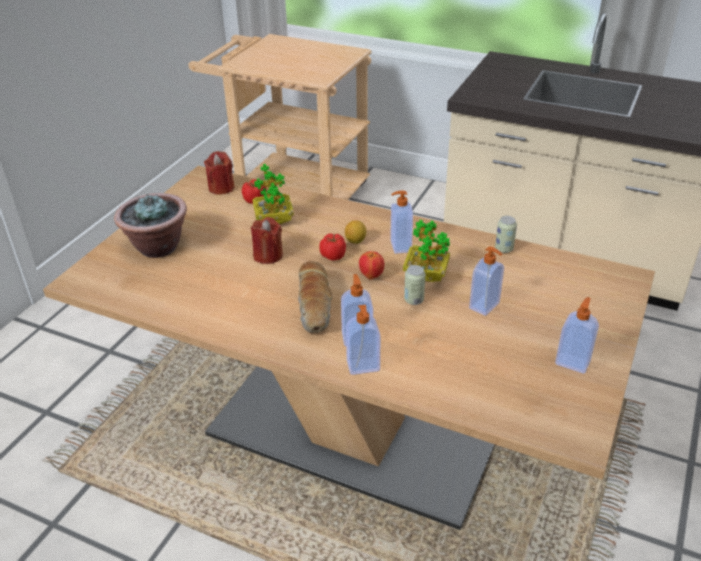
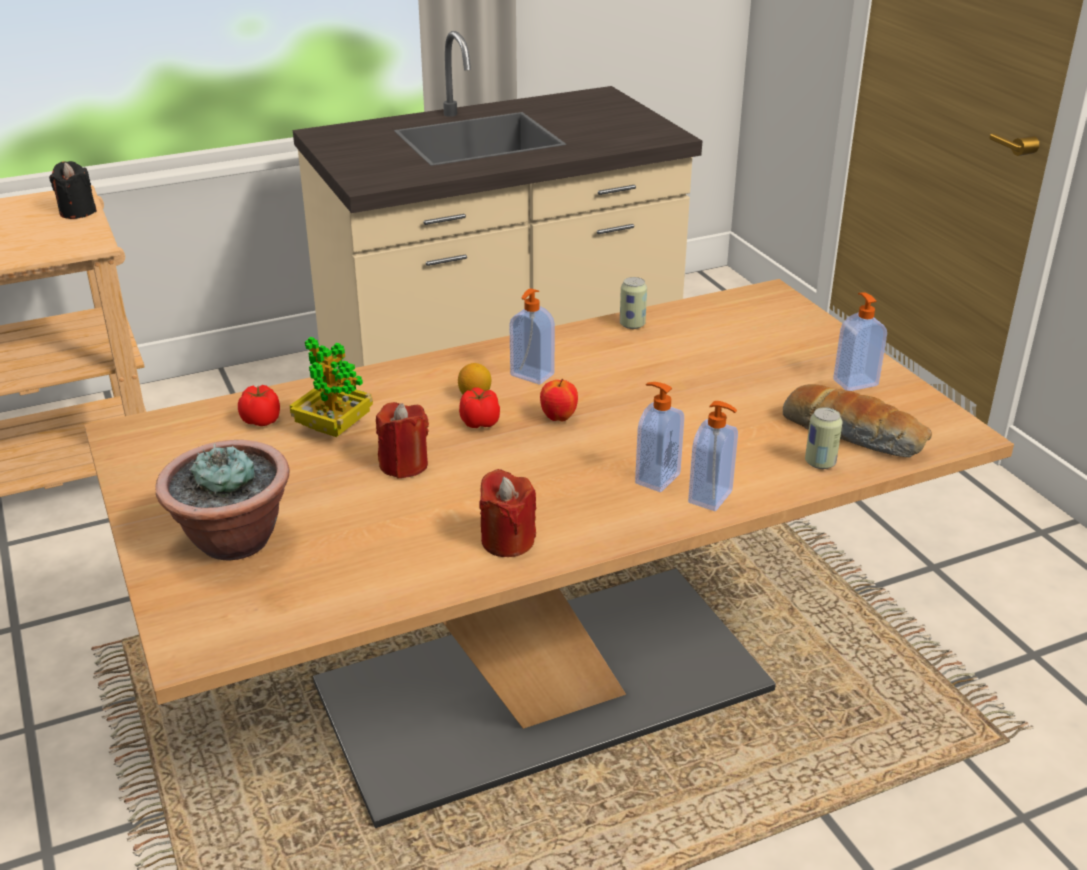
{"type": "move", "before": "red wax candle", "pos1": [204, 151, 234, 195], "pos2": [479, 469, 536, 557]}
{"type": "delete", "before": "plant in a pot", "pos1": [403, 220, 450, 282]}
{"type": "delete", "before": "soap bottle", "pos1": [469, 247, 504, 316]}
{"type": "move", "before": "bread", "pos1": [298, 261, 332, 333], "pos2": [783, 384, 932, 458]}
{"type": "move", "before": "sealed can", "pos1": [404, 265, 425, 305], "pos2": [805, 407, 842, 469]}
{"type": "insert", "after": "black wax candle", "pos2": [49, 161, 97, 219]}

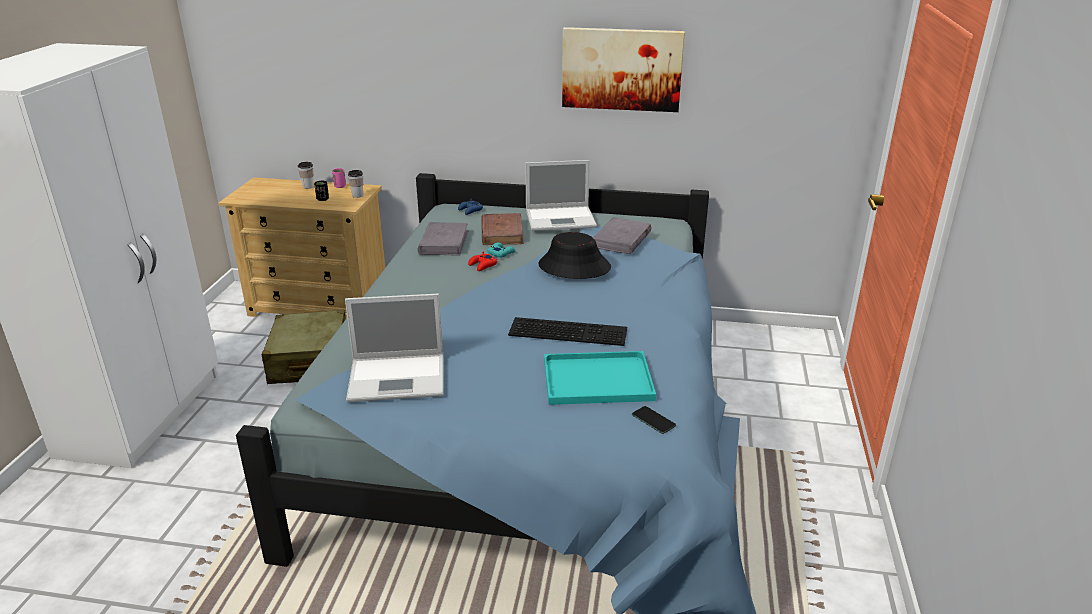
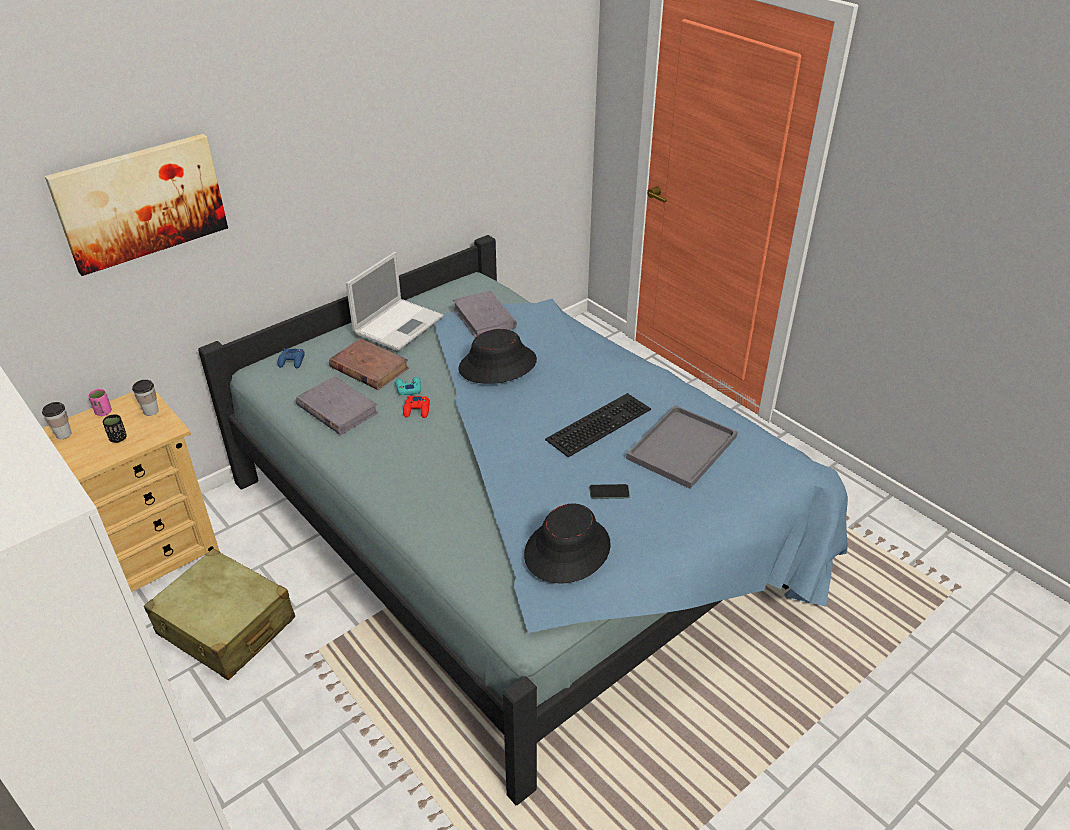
{"type": "move", "before": "wall picture", "pos1": [562, 27, 685, 112], "pos2": [45, 134, 228, 276]}
{"type": "replace", "before": "portable computer", "after": "black hat", "pos1": [345, 294, 444, 402], "pos2": [524, 503, 611, 583]}
{"type": "recolor", "before": "turquoise serving tray", "after": "grey serving tray", "pos1": [544, 351, 656, 405], "pos2": [626, 405, 737, 489]}
{"type": "move", "before": "telephone", "pos1": [632, 406, 676, 434], "pos2": [589, 484, 630, 499]}

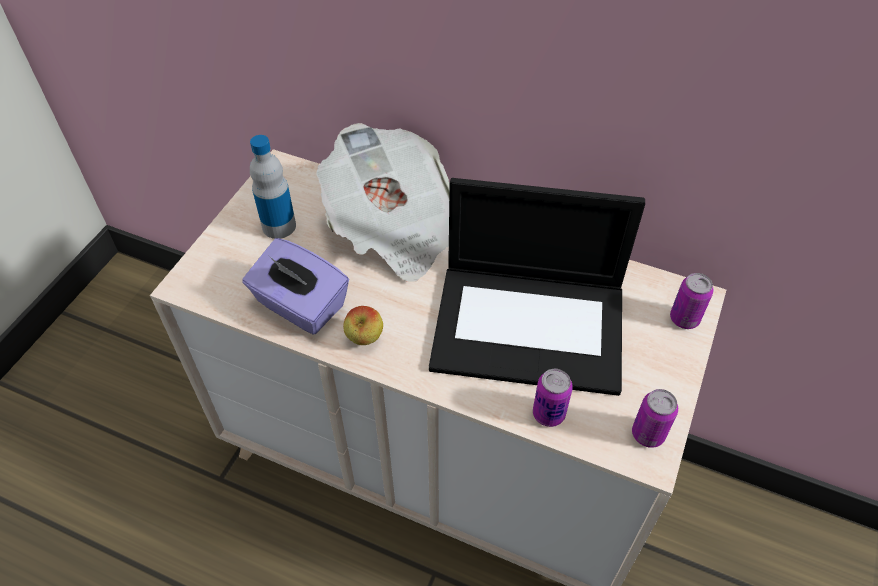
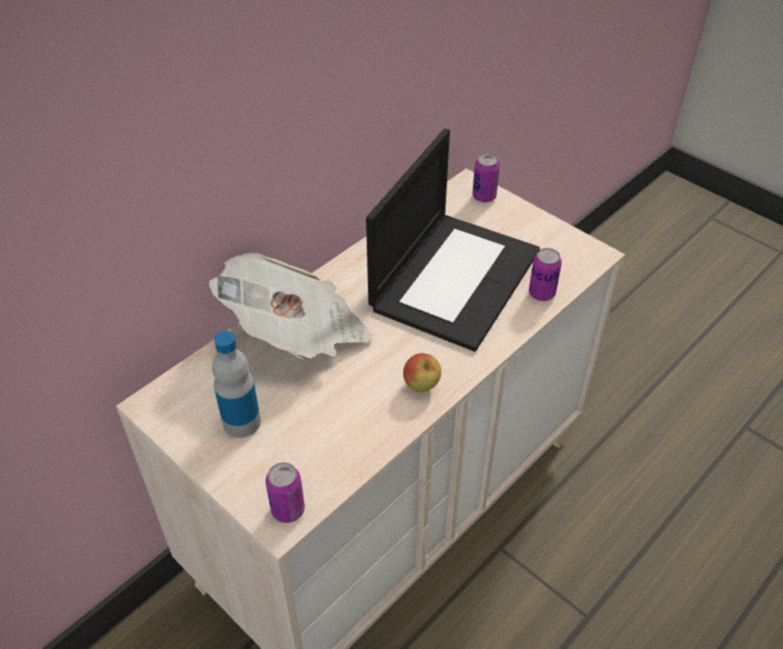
{"type": "delete", "before": "purple-coloured tissue holder", "pos1": [243, 238, 349, 335]}
{"type": "move", "before": "sealed can", "pos1": [632, 389, 678, 448], "pos2": [266, 462, 305, 523]}

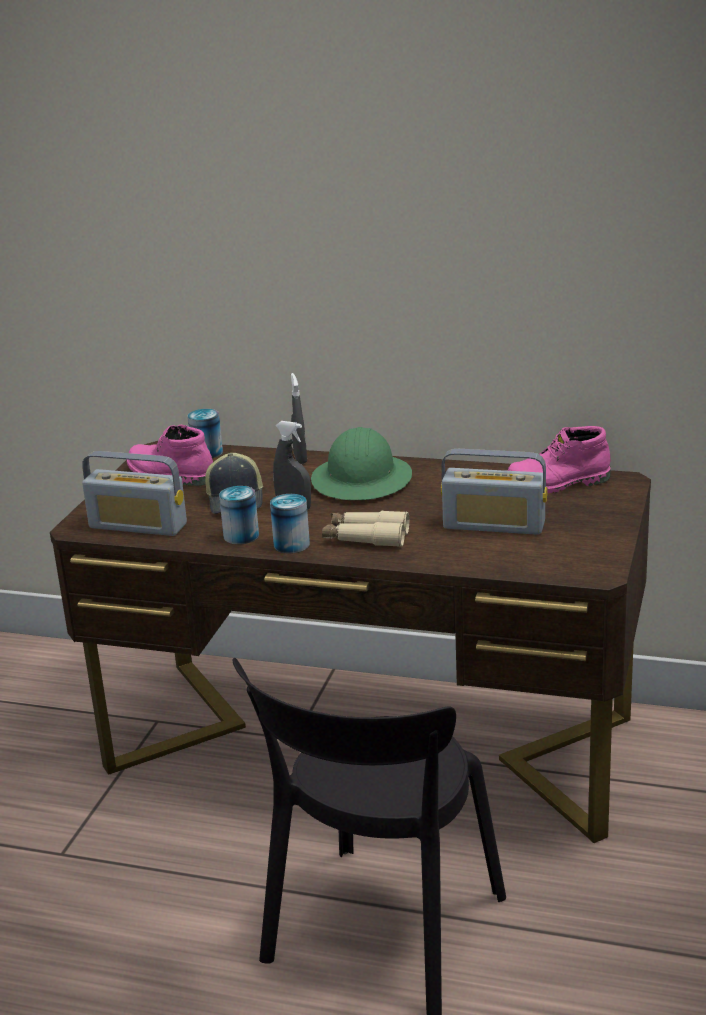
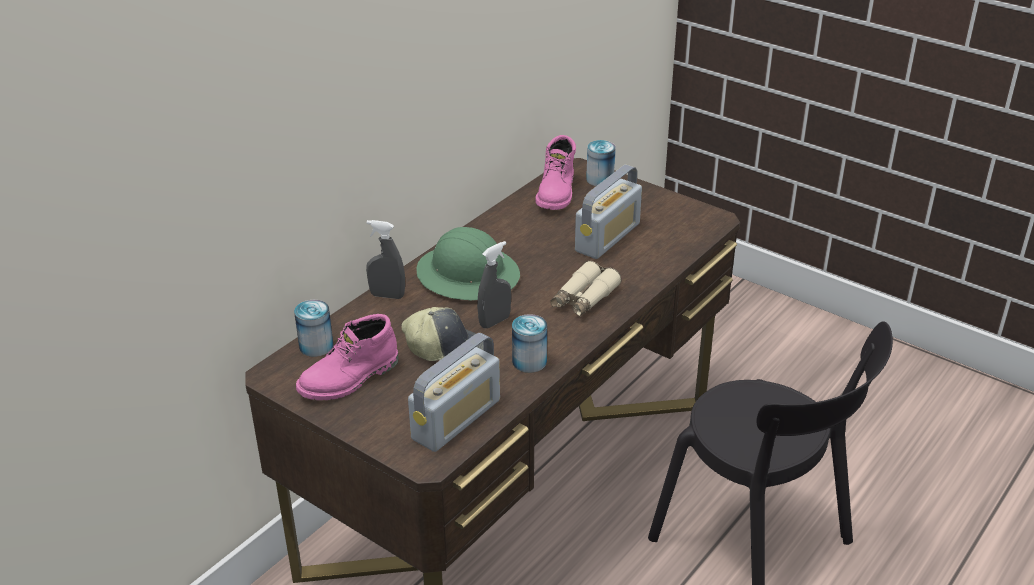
{"type": "move", "before": "sealed can", "pos1": [270, 494, 310, 553], "pos2": [586, 140, 616, 186]}

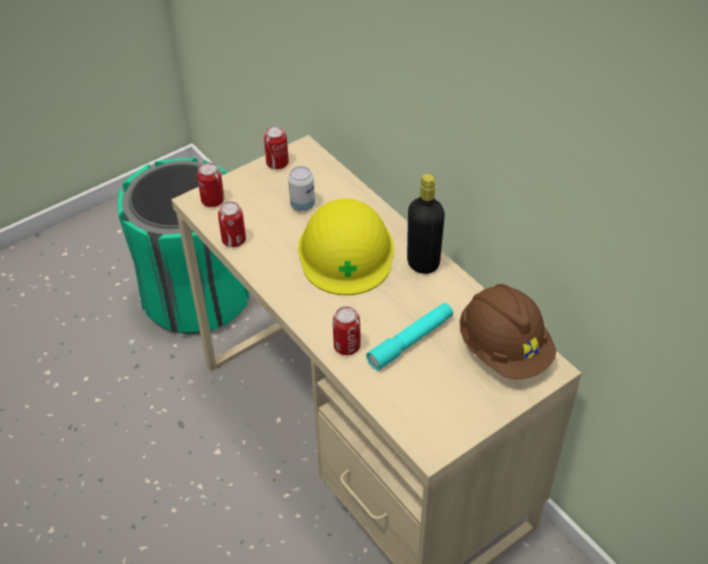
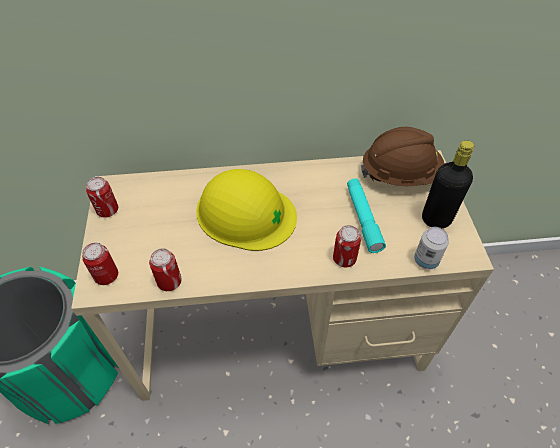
{"type": "move", "before": "sealed can", "pos1": [288, 166, 315, 211], "pos2": [414, 227, 449, 270]}
{"type": "move", "before": "black drink bottle", "pos1": [407, 174, 445, 274], "pos2": [422, 140, 474, 228]}

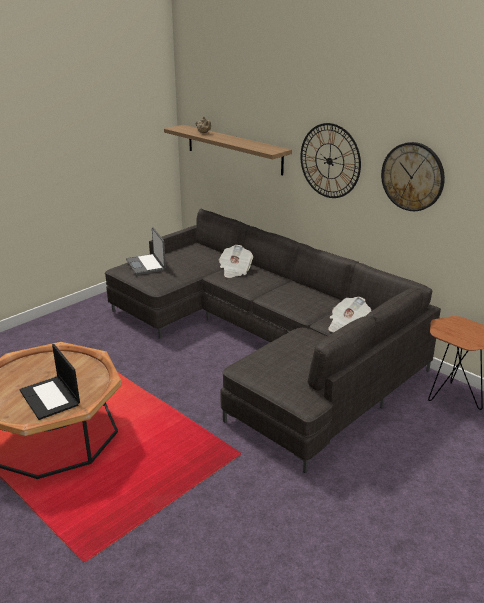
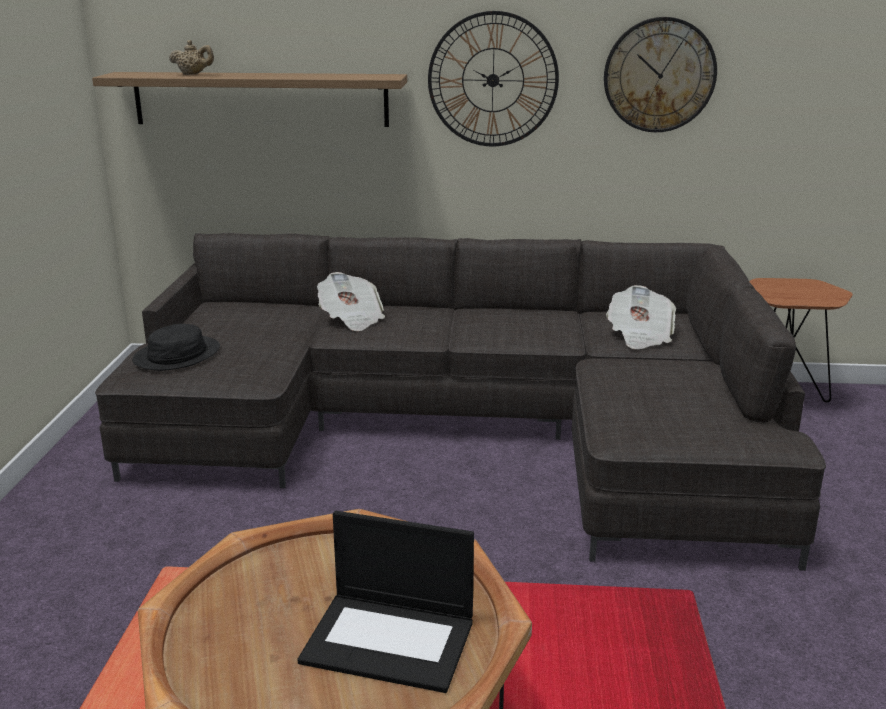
{"type": "replace", "before": "portable computer", "after": "black hat", "pos1": [126, 227, 166, 275], "pos2": [132, 324, 220, 371]}

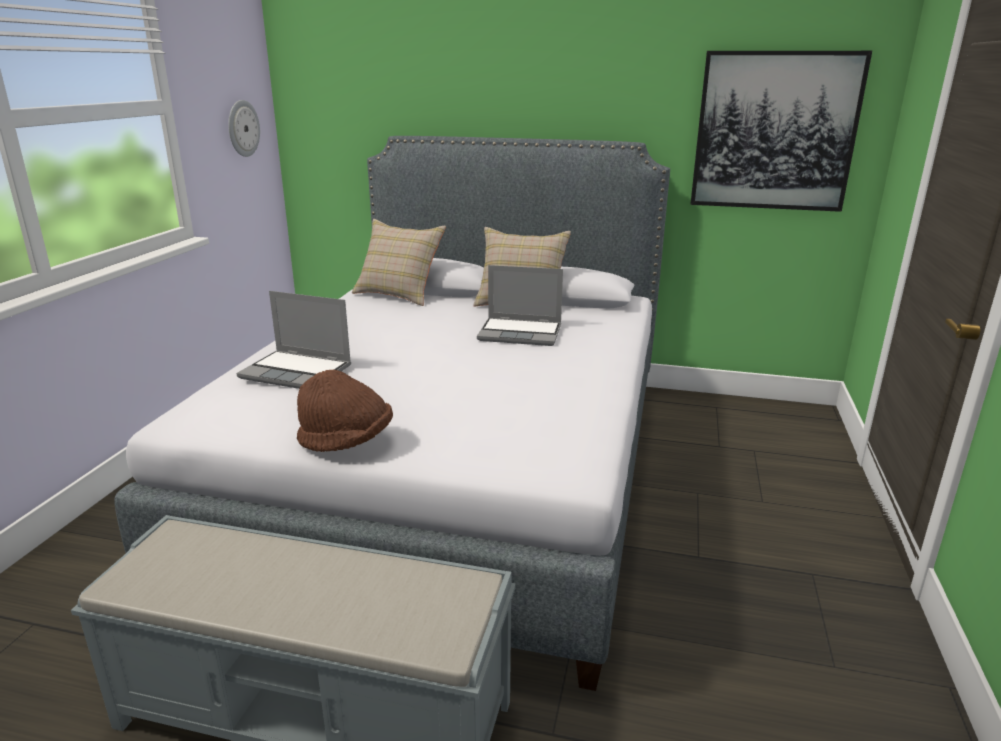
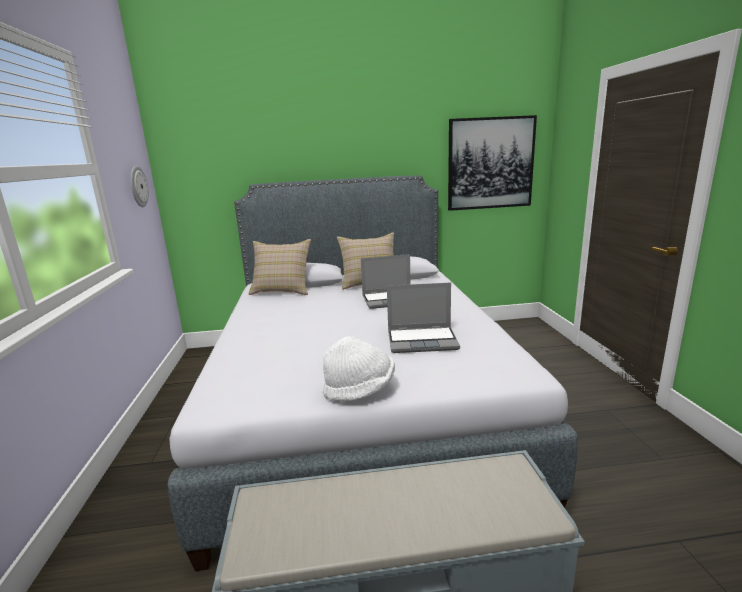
{"type": "move", "before": "portable computer", "pos1": [236, 291, 351, 389], "pos2": [387, 283, 460, 353]}
{"type": "recolor", "before": "brown hat", "after": "whitish hat", "pos1": [297, 370, 393, 452], "pos2": [323, 336, 395, 401]}

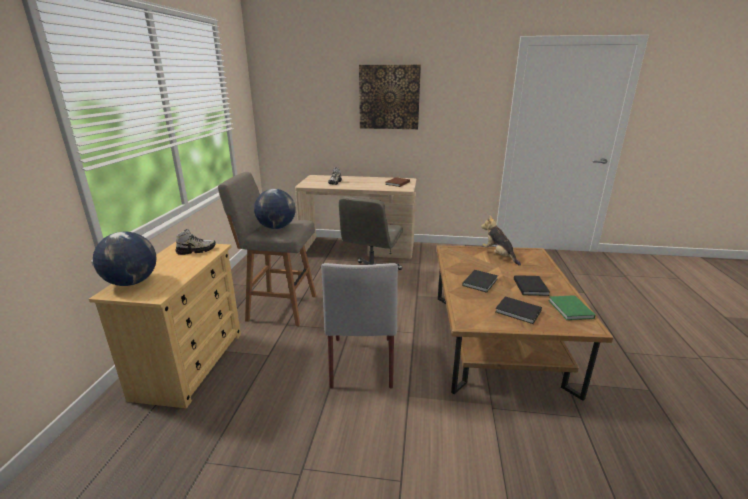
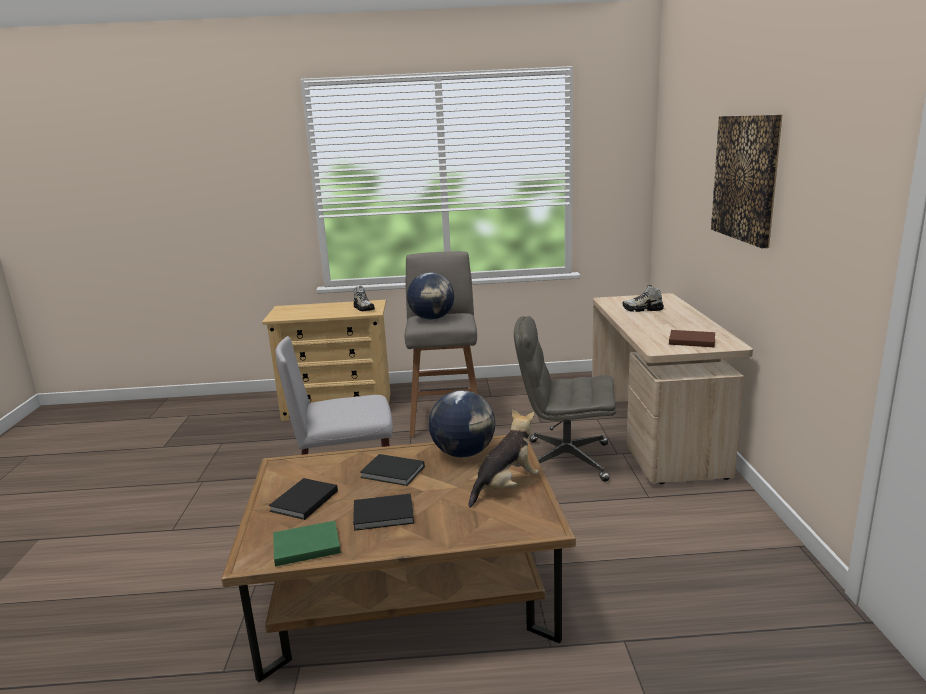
{"type": "move", "before": "world globe", "pos1": [93, 231, 156, 286], "pos2": [429, 390, 495, 457]}

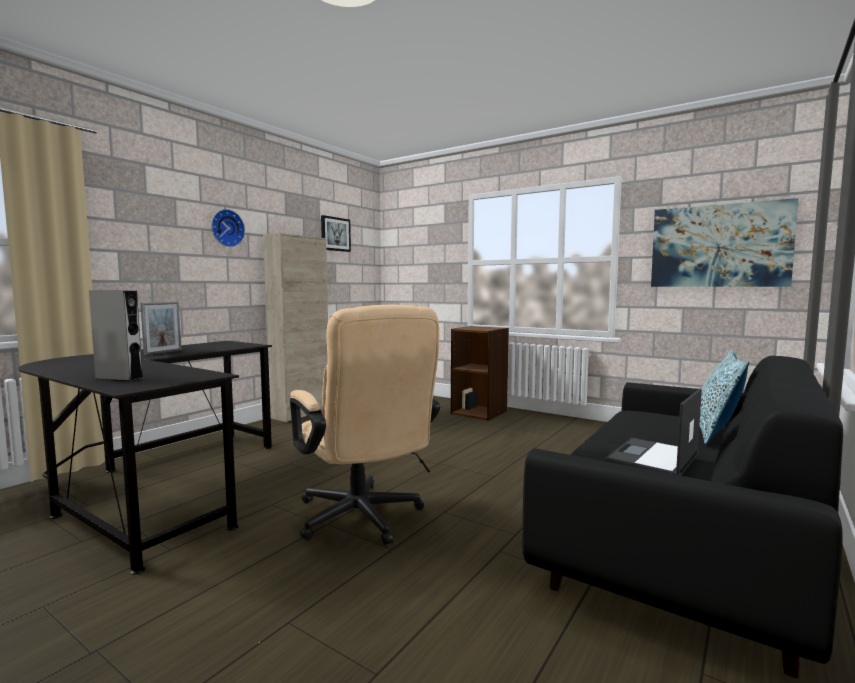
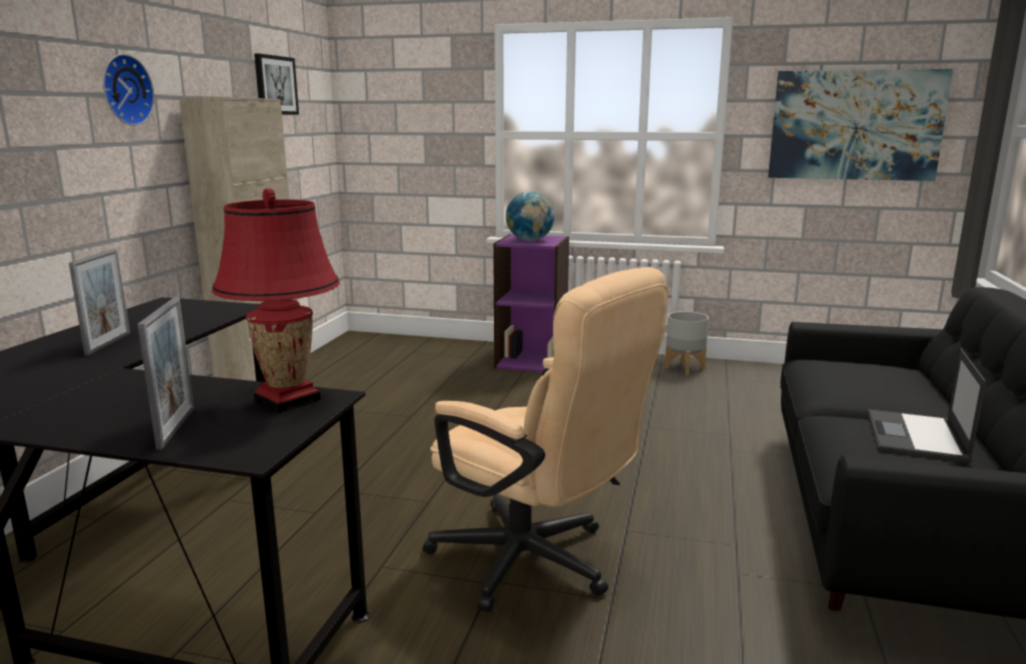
{"type": "replace", "before": "grey speaker", "after": "photo frame", "pos1": [89, 291, 143, 381], "pos2": [138, 297, 194, 450]}
{"type": "recolor", "before": "brown shelving unit", "after": "purple-coloured shelving unit", "pos1": [451, 326, 509, 421], "pos2": [493, 234, 569, 372]}
{"type": "delete", "before": "cushion", "pos1": [699, 351, 749, 445]}
{"type": "insert", "after": "red table lamp", "pos2": [212, 188, 340, 413]}
{"type": "insert", "after": "world globe", "pos2": [506, 191, 555, 241]}
{"type": "insert", "after": "grey flower pot", "pos2": [665, 311, 709, 375]}

